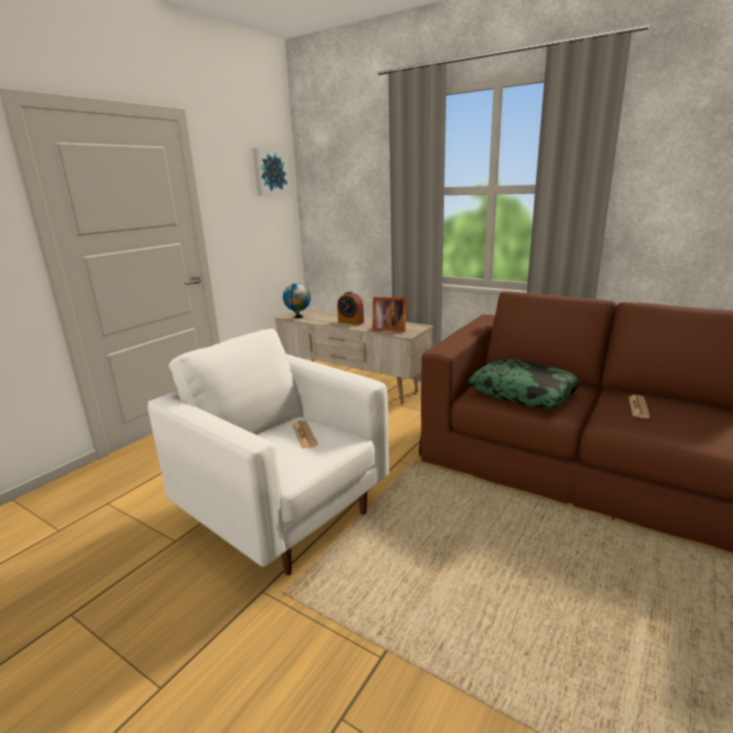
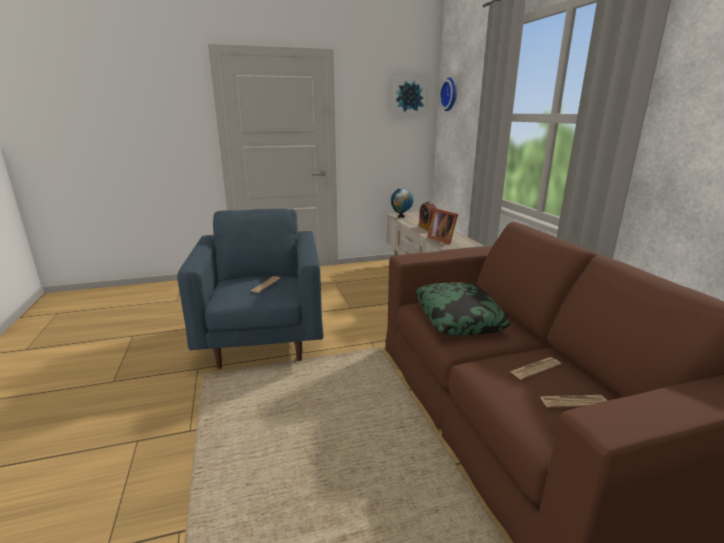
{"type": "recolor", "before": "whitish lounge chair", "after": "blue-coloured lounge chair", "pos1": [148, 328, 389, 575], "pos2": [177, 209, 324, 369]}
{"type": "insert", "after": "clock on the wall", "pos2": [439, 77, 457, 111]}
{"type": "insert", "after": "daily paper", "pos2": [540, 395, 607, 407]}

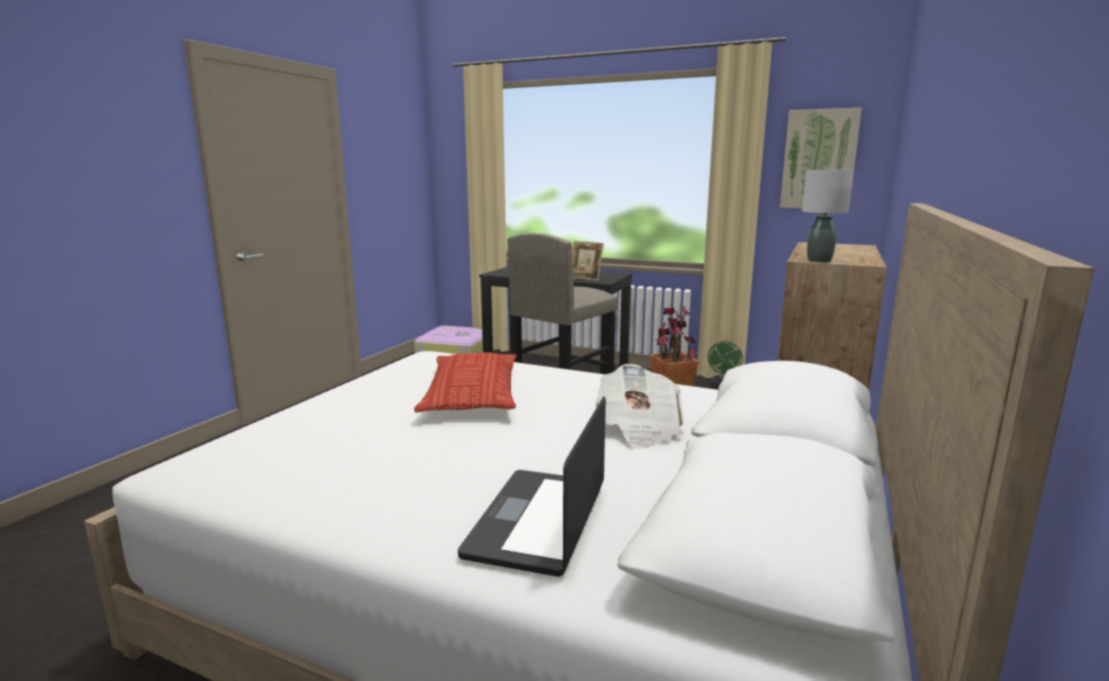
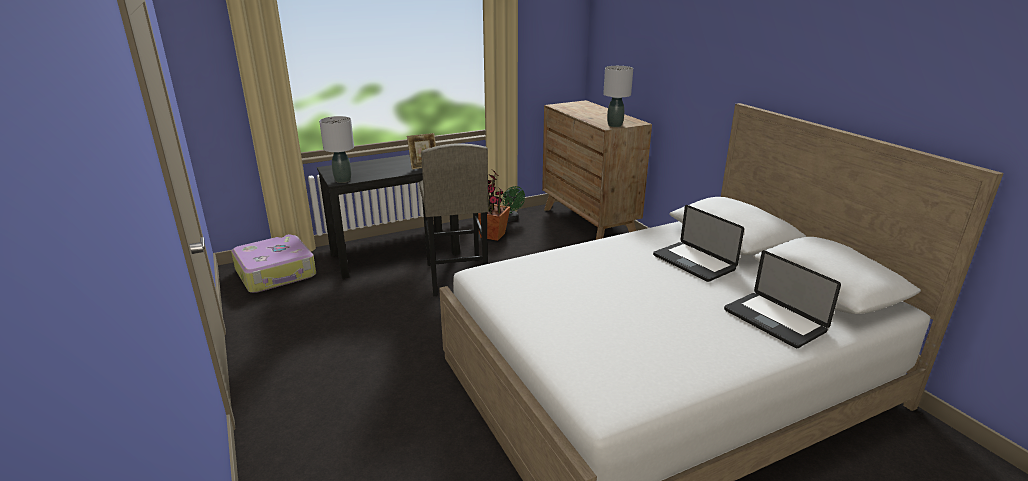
{"type": "delete", "before": "wall picture", "pos1": [780, 108, 862, 208]}
{"type": "delete", "before": "cushion", "pos1": [414, 352, 517, 413]}
{"type": "replace", "before": "daily paper", "after": "portable computer", "pos1": [595, 364, 684, 449], "pos2": [653, 205, 744, 282]}
{"type": "insert", "after": "grey table lamp", "pos2": [319, 116, 354, 183]}

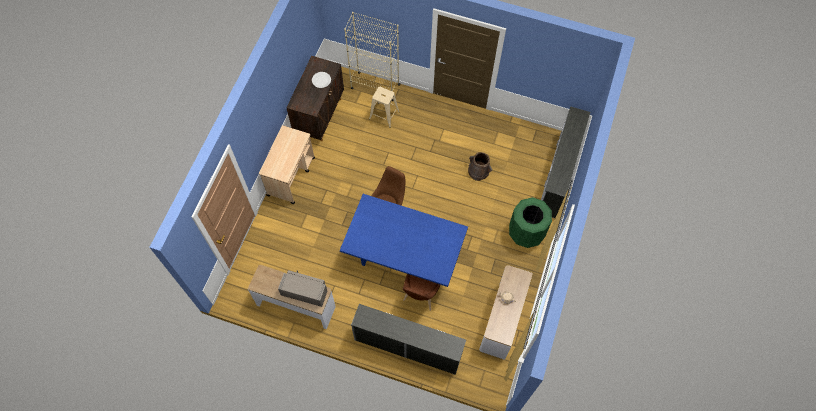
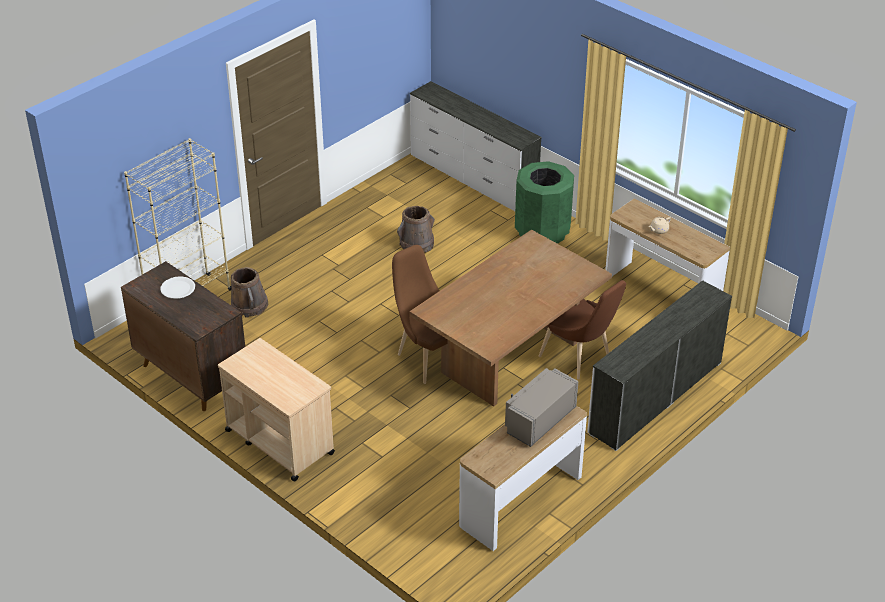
{"type": "replace", "before": "beige-coloured sitting stool", "after": "brown water bucket", "pos1": [369, 87, 400, 128], "pos2": [231, 267, 268, 318]}
{"type": "recolor", "before": "blue-coloured dining table", "after": "brown dining table", "pos1": [340, 194, 468, 287], "pos2": [409, 229, 612, 407]}

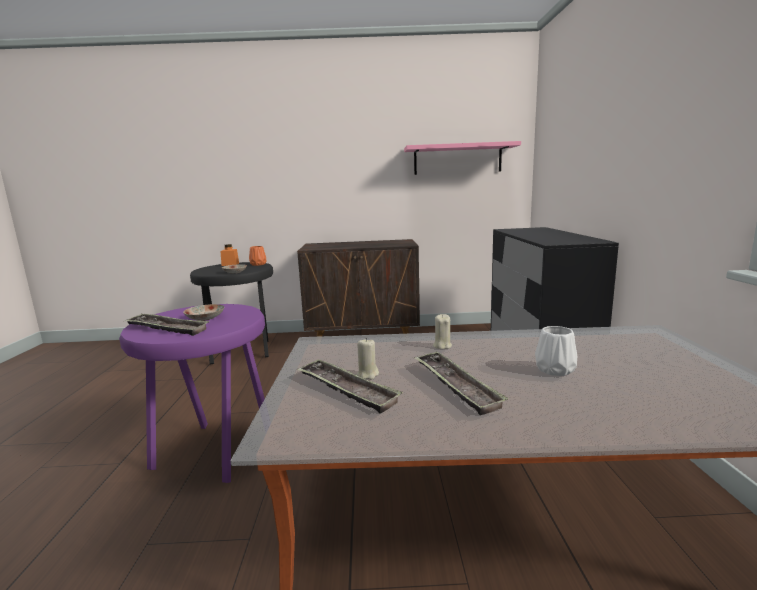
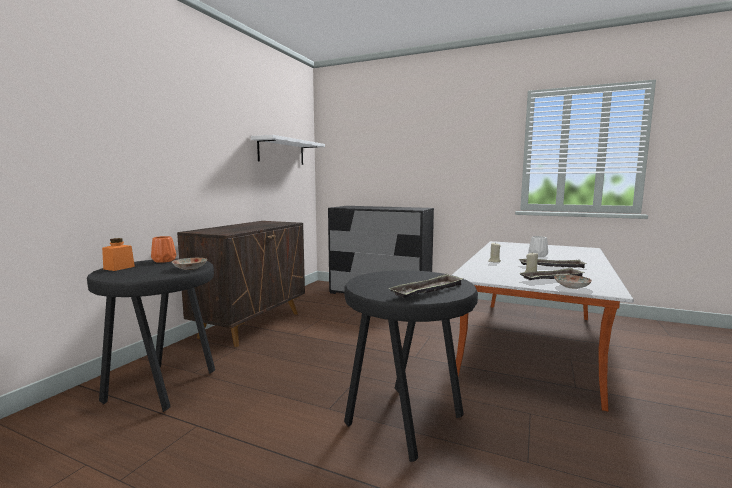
{"type": "recolor", "before": "pink-coloured shelf", "after": "whitish shelf", "pos1": [404, 141, 521, 175], "pos2": [251, 135, 325, 165]}
{"type": "recolor", "before": "purple-coloured sitting stool", "after": "black sitting stool", "pos1": [119, 304, 265, 483], "pos2": [344, 270, 478, 462]}
{"type": "move", "before": "flat dish", "pos1": [183, 304, 224, 321], "pos2": [554, 275, 592, 289]}

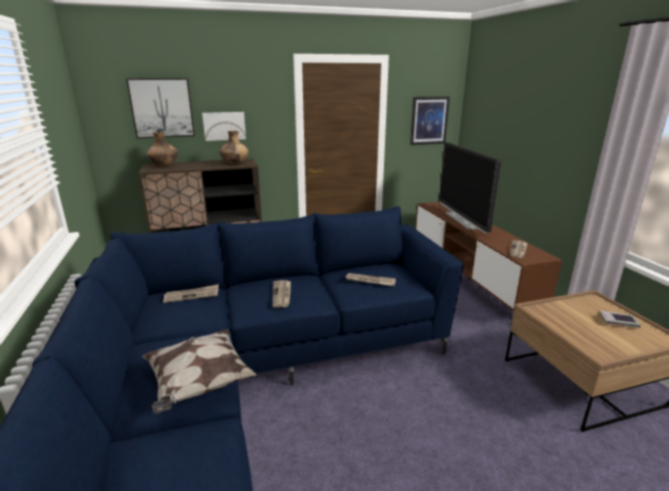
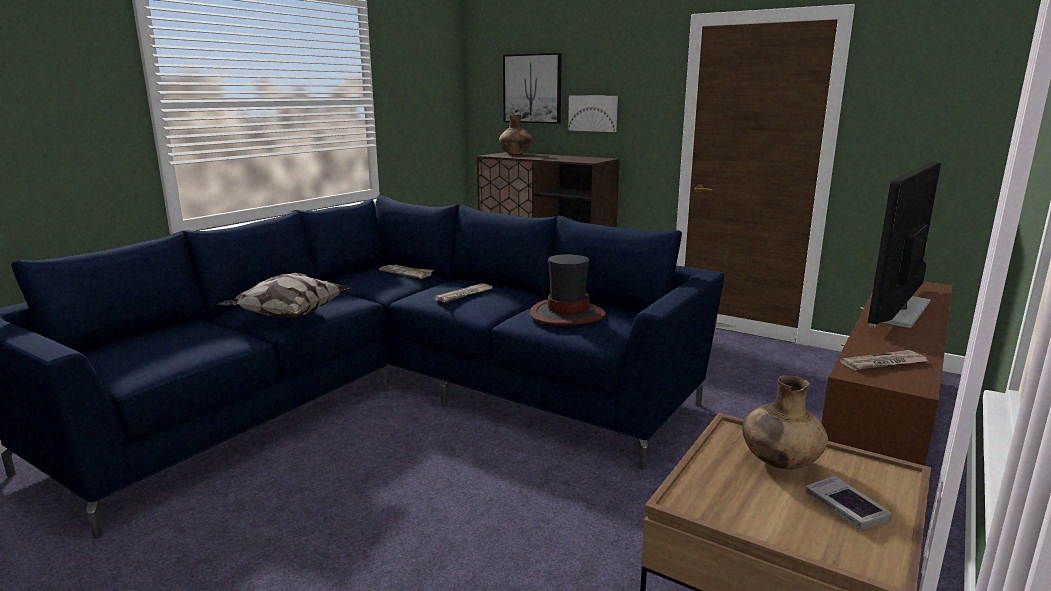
{"type": "delete", "before": "wall picture", "pos1": [410, 96, 450, 145]}
{"type": "move", "before": "brown decorative vase", "pos1": [219, 131, 249, 164], "pos2": [742, 375, 828, 469]}
{"type": "replace", "before": "daily paper", "after": "hat", "pos1": [346, 273, 396, 286], "pos2": [530, 254, 606, 326]}

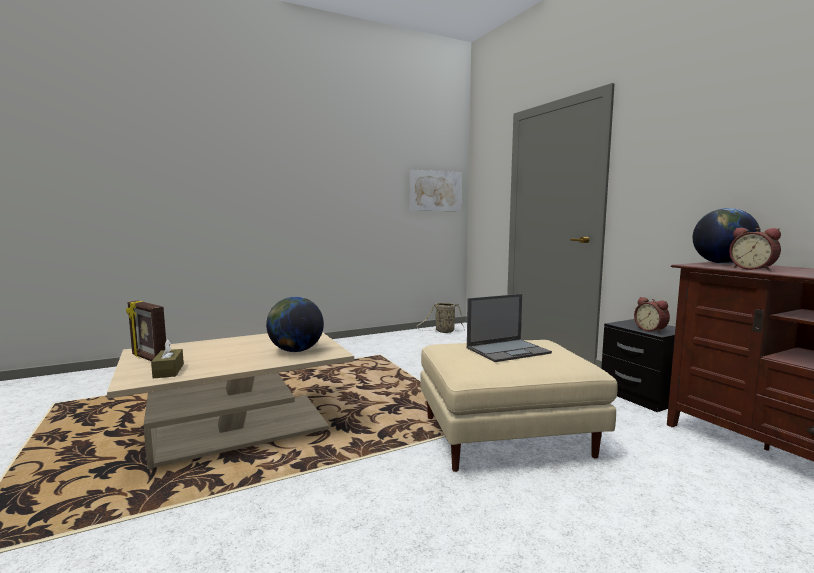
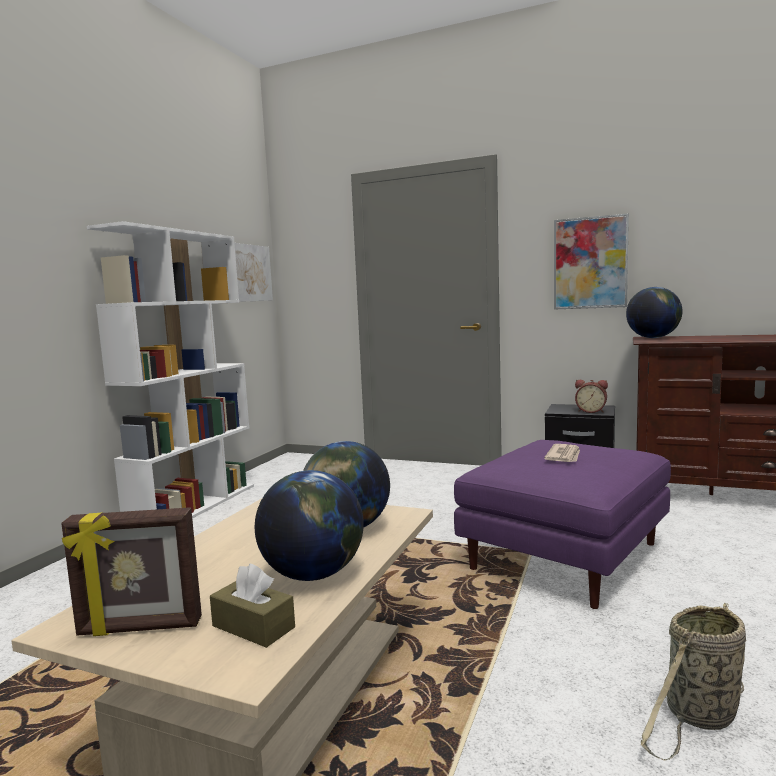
{"type": "delete", "before": "alarm clock", "pos1": [729, 228, 781, 271]}
{"type": "replace", "before": "portable computer", "after": "daily paper", "pos1": [467, 294, 552, 362], "pos2": [544, 444, 580, 462]}
{"type": "move", "before": "basket", "pos1": [417, 303, 464, 333], "pos2": [641, 603, 746, 761]}
{"type": "recolor", "before": "beige-coloured pouffe", "after": "purple-coloured pouffe", "pos1": [420, 340, 618, 472], "pos2": [454, 440, 671, 609]}
{"type": "insert", "after": "wall picture", "pos2": [554, 213, 629, 310]}
{"type": "insert", "after": "whitish shelving unit", "pos2": [87, 221, 254, 519]}
{"type": "insert", "after": "world globe", "pos2": [255, 470, 364, 581]}

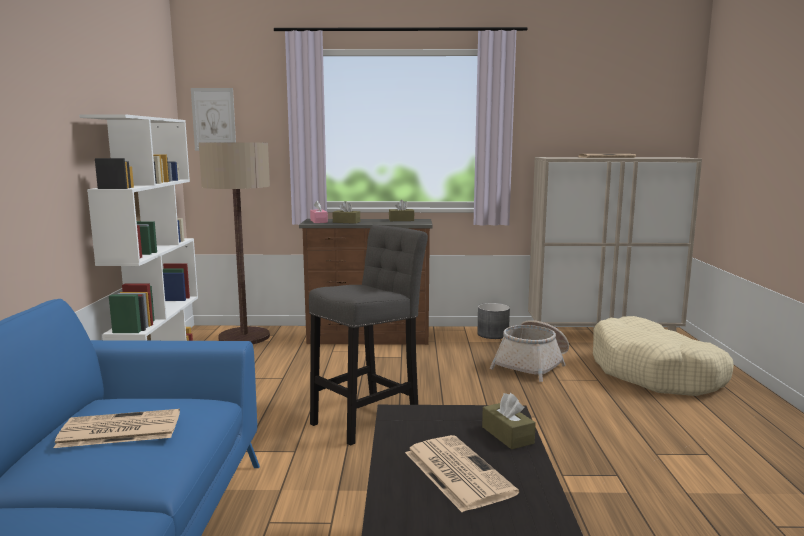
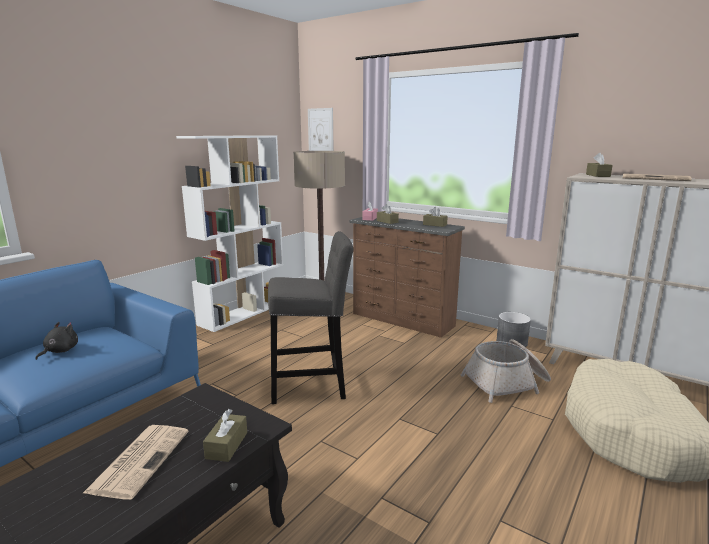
{"type": "replace", "before": "daily paper", "after": "black plush toy", "pos1": [54, 409, 180, 448], "pos2": [35, 322, 78, 360]}
{"type": "insert", "after": "brown tissue holder", "pos2": [586, 153, 613, 177]}

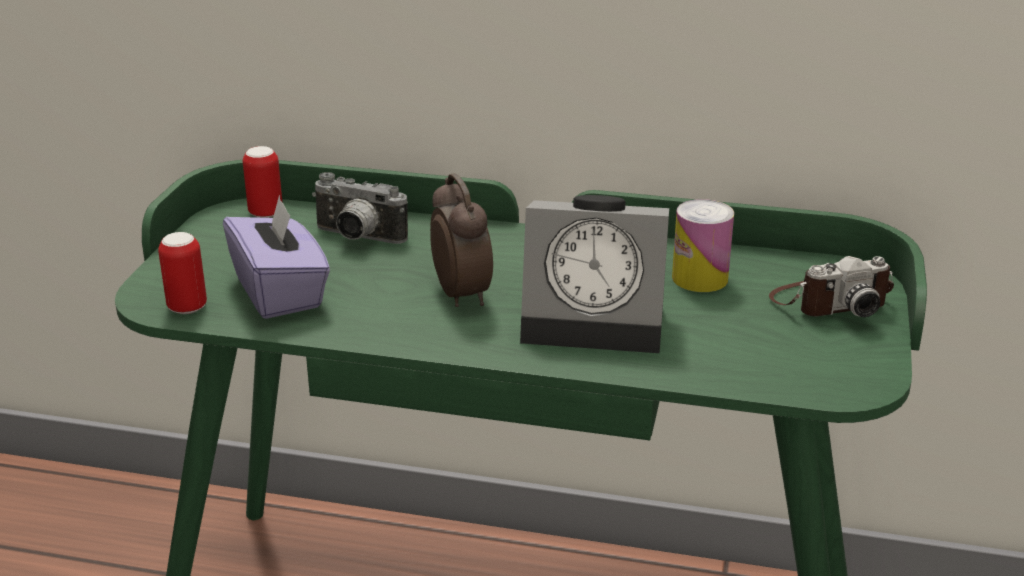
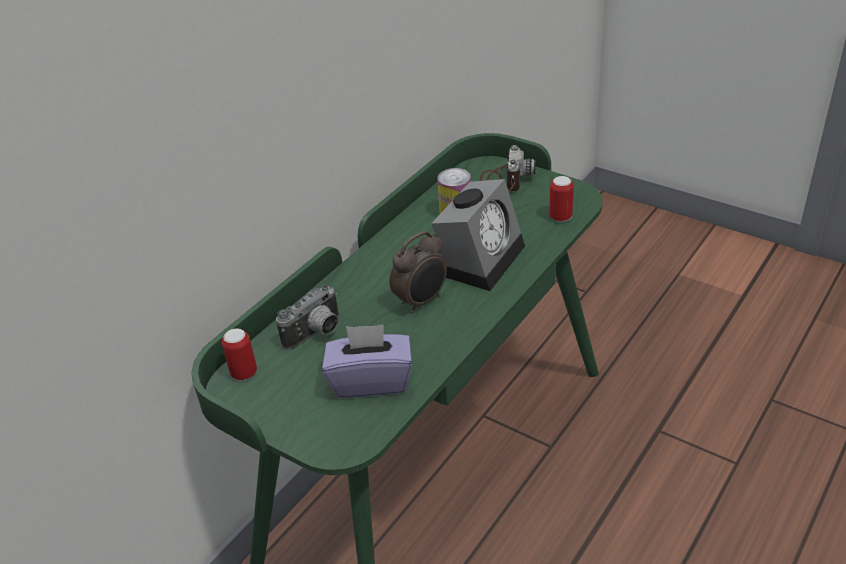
{"type": "rotate", "before": "alarm clock", "pos1": [430, 173, 493, 307], "pos2": [389, 231, 447, 313], "turn": 135}
{"type": "move", "before": "sealed can", "pos1": [158, 232, 207, 314], "pos2": [549, 176, 574, 222]}

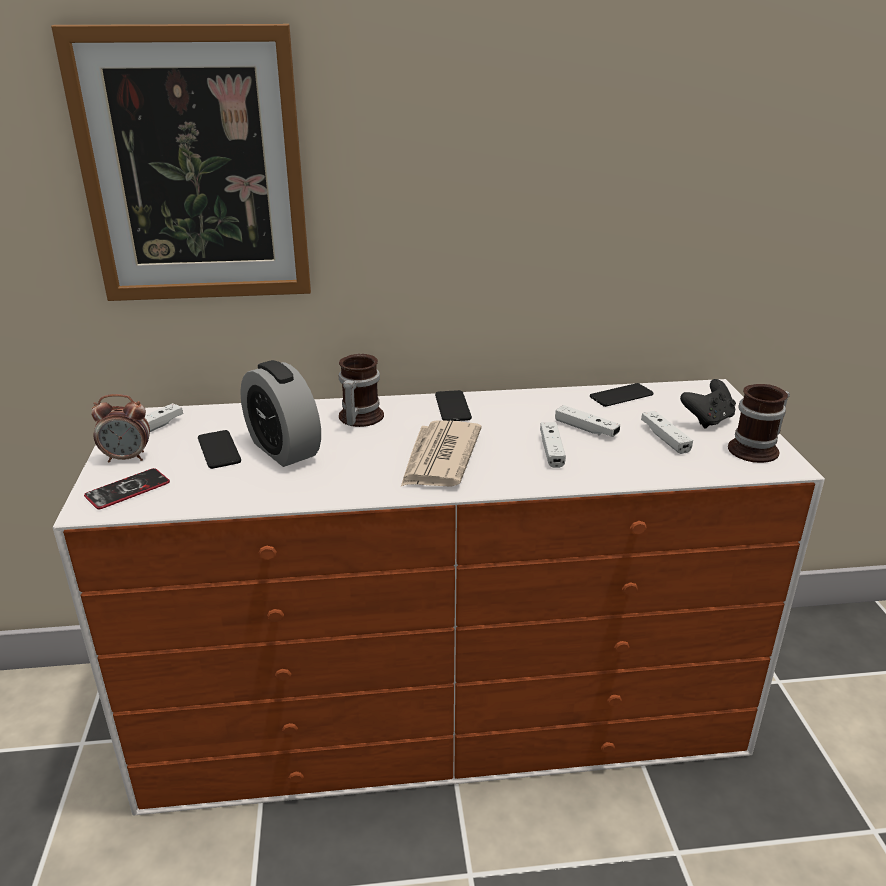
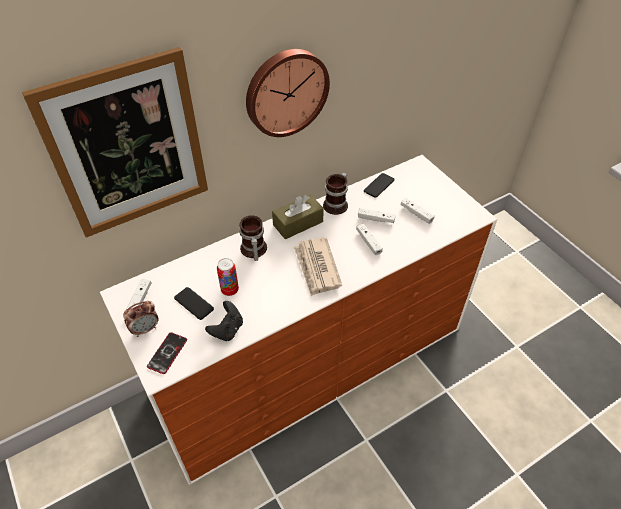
{"type": "replace", "before": "alarm clock", "after": "sealed can", "pos1": [240, 360, 321, 467], "pos2": [217, 258, 239, 296]}
{"type": "move", "before": "black joypad", "pos1": [680, 379, 736, 429], "pos2": [205, 301, 243, 341]}
{"type": "move", "before": "mug", "pos1": [728, 384, 790, 463], "pos2": [323, 173, 348, 215]}
{"type": "replace", "before": "telephone", "after": "brown tissue holder", "pos1": [435, 390, 472, 421], "pos2": [272, 194, 324, 239]}
{"type": "insert", "after": "clock on the wall", "pos2": [246, 49, 330, 137]}

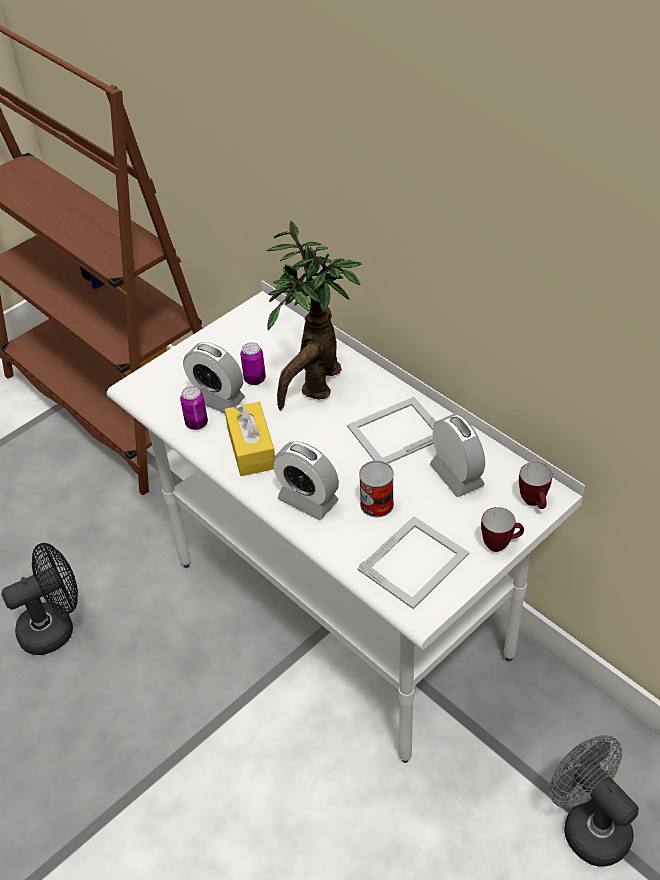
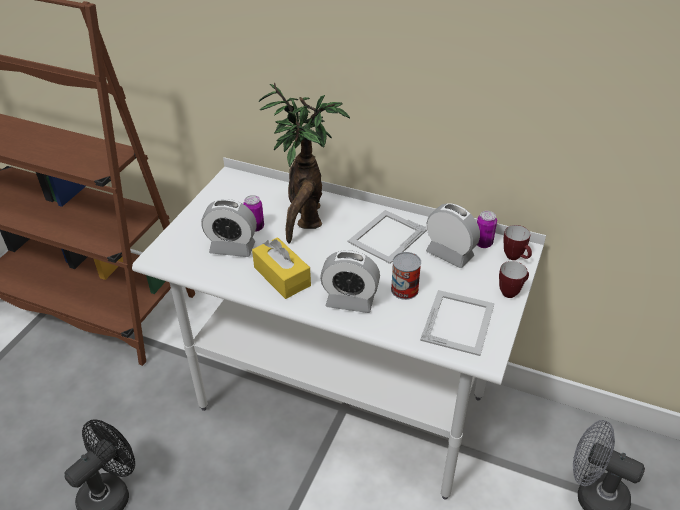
{"type": "move", "before": "sealed can", "pos1": [180, 386, 208, 430], "pos2": [477, 211, 497, 248]}

